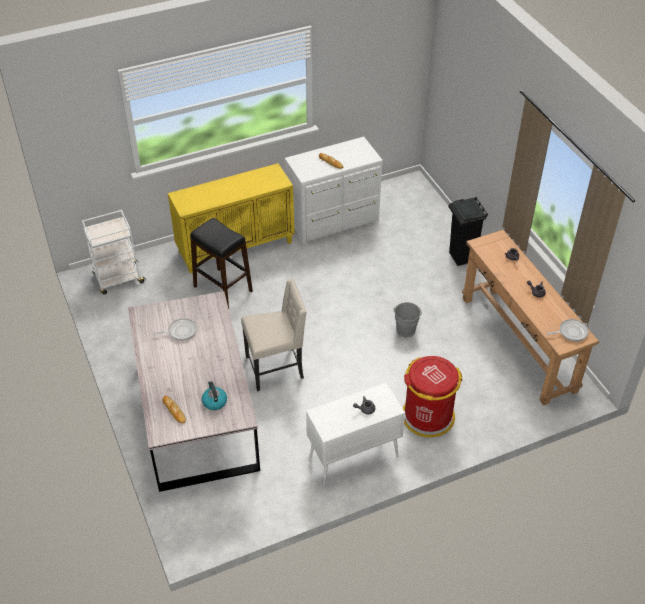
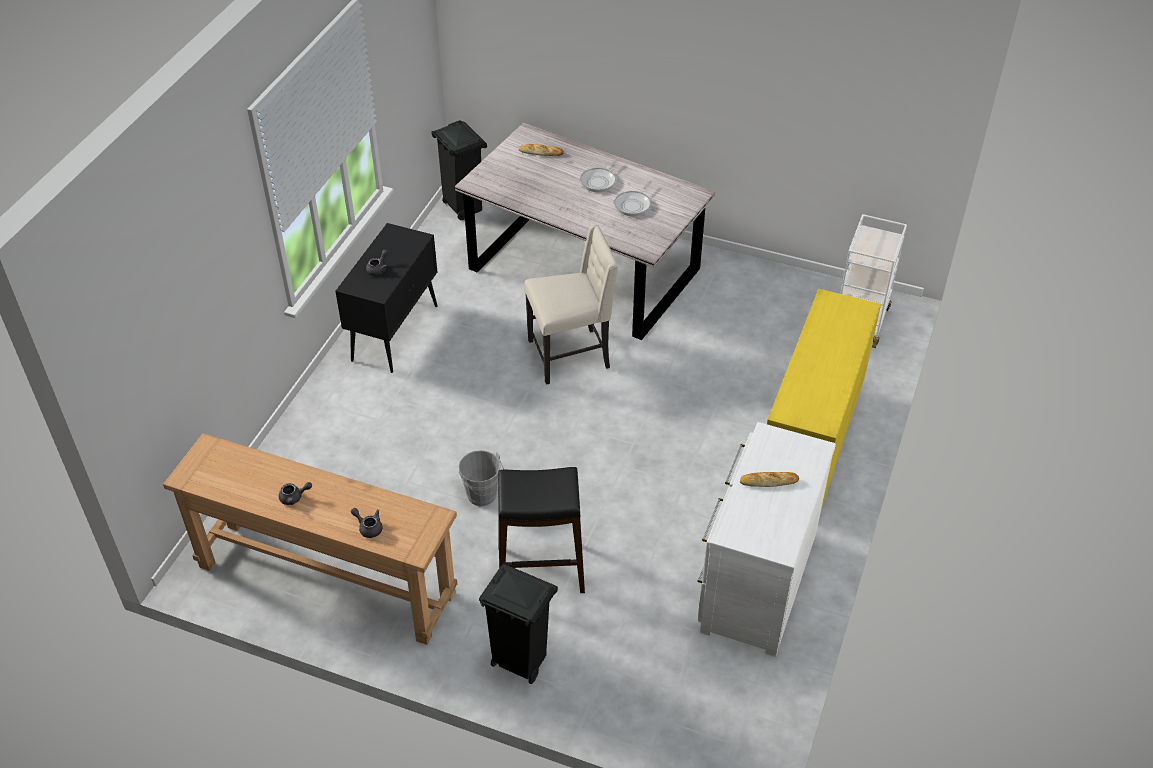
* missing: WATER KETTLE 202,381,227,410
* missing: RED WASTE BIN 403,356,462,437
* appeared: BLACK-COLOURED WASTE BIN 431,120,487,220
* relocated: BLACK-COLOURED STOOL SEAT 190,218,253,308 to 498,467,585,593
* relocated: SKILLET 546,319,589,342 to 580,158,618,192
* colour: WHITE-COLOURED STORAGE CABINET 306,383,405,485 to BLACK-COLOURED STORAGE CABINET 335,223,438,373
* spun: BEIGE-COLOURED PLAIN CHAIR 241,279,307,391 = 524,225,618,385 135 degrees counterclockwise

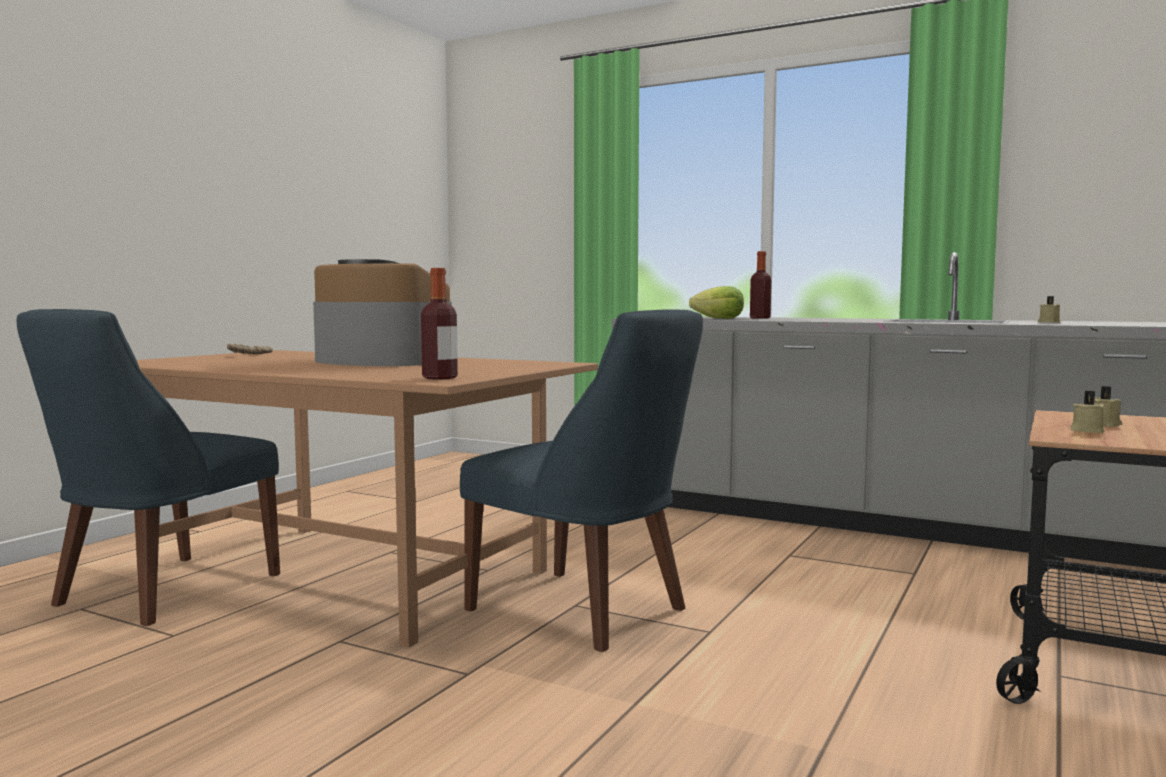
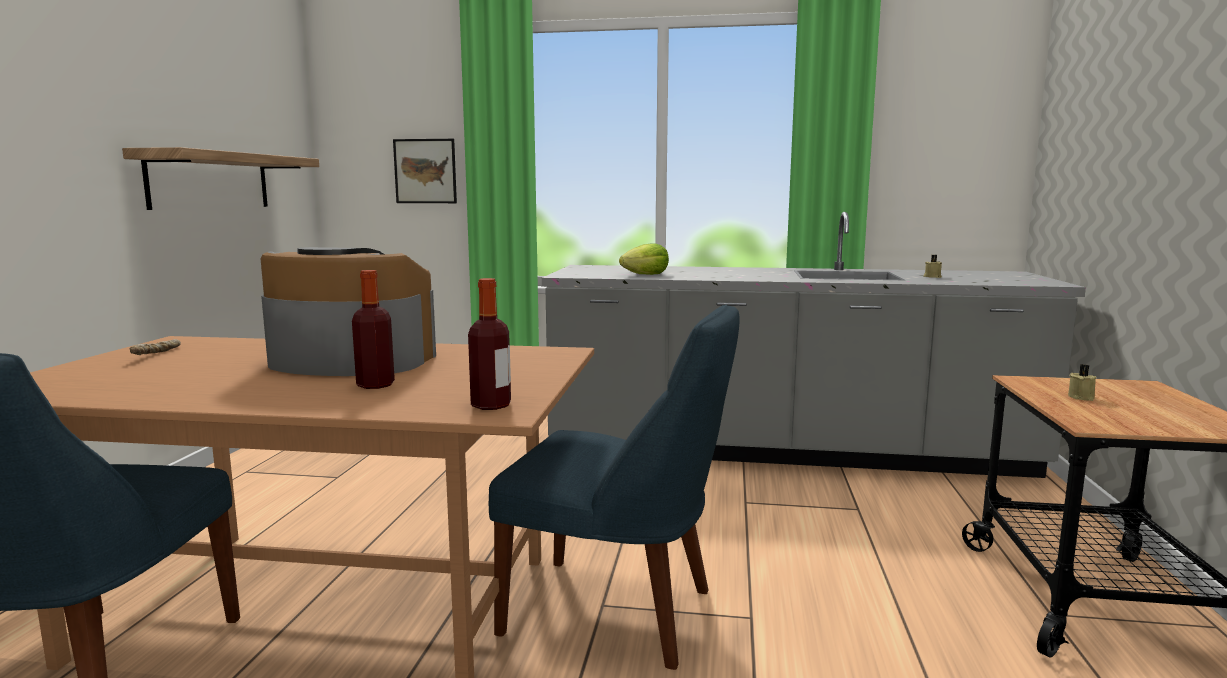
* missing: BEIGE-COLOURED WAX LIGHT 1071,391,1105,433
* appeared: SHELF 122,147,319,210
* appeared: WALL ART 393,139,457,203
* relocated: BEVERAGE BOTTLE 750,251,771,319 to 352,270,395,389

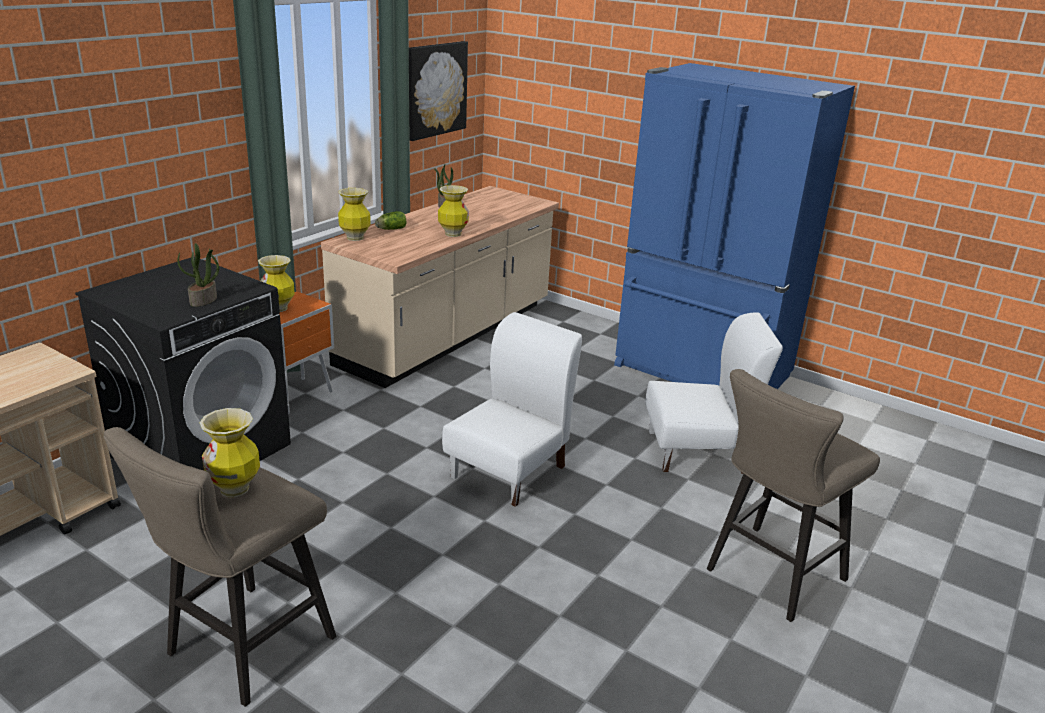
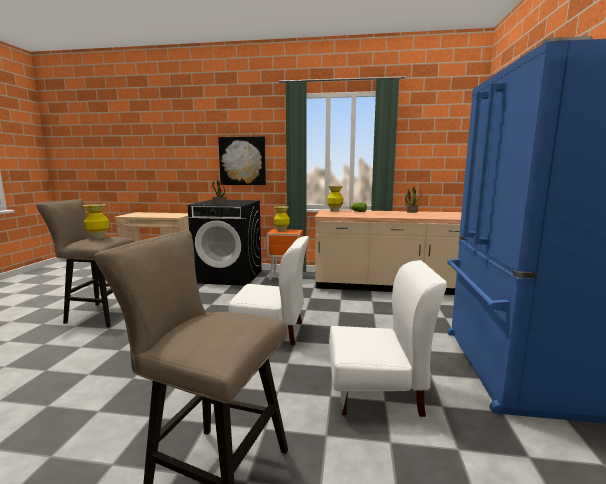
* missing: DECORATIVE VASE 438,185,469,237
* relocated: WALL ART 409,41,468,141 to 218,136,266,185
* spun: WHITE-COLOURED PLAIN CHAIR 646,312,783,474 = 329,260,447,417 60 degrees counterclockwise

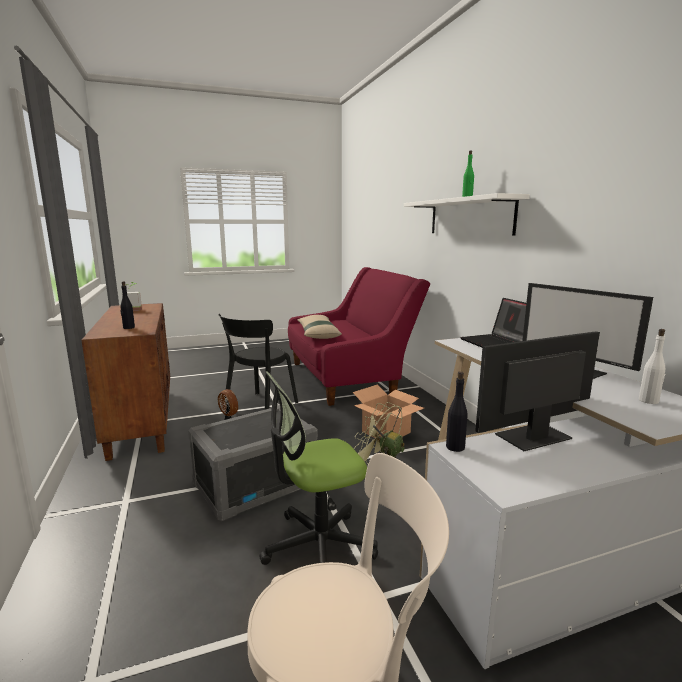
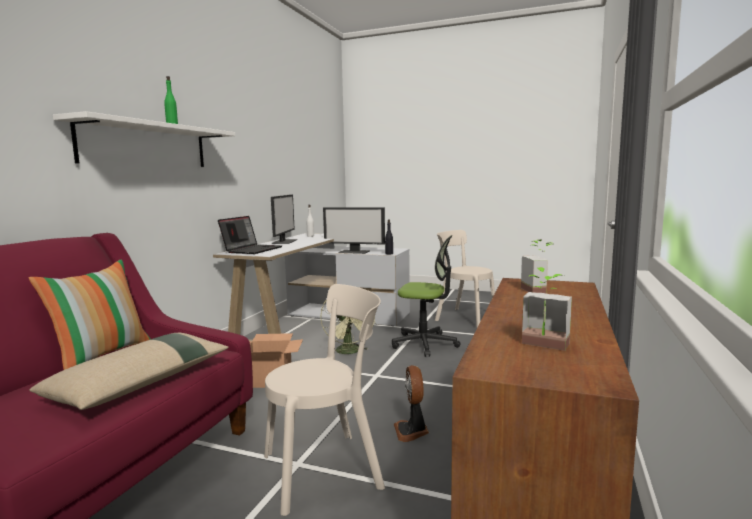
* missing: GRAY STORAGE BIN 188,405,318,521
* appeared: PILLOW 28,259,150,370
* exchanged: BLACK-COLOURED BEVERAGE BOTTLE 120,282,135,329 to POTTED PLANT 521,239,553,293
* colour: BLACK-COLOURED PLAIN CHAIR 218,314,298,409 to BEIGE-COLOURED PLAIN CHAIR 264,284,385,516

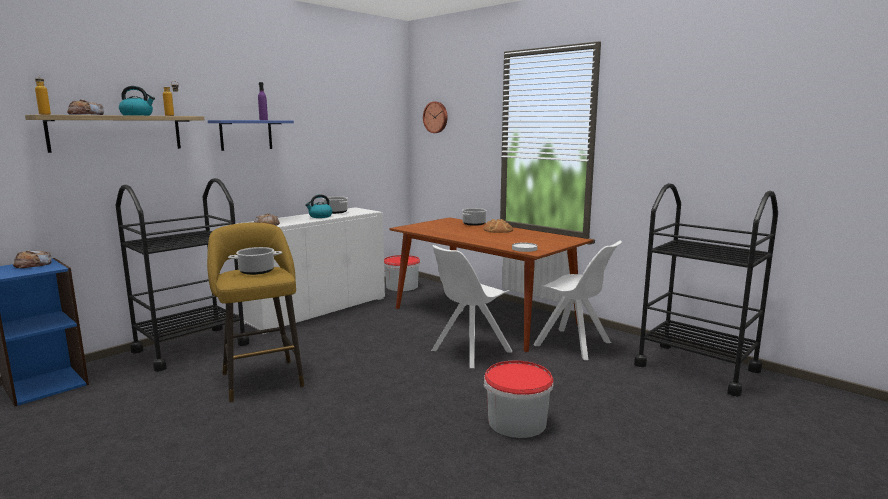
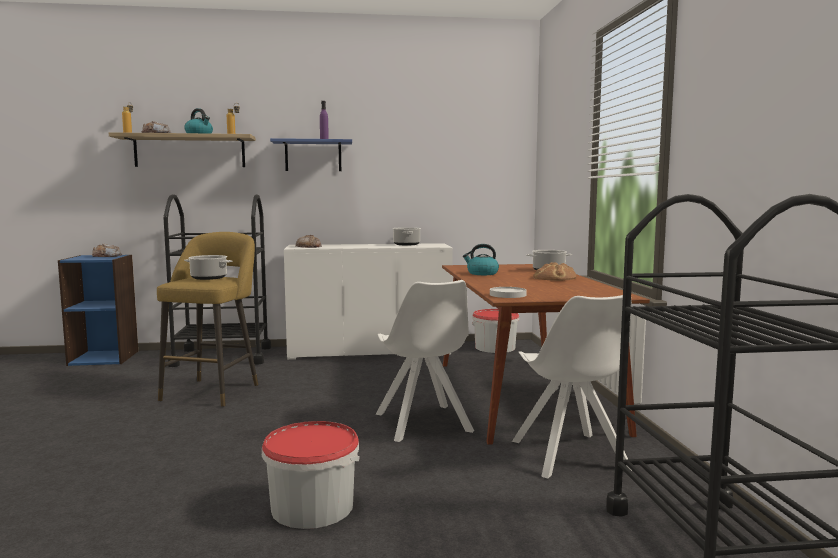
* missing: CLOCK ON THE WALL 423,102,447,133
* relocated: WATER KETTLE 305,194,332,218 to 463,244,499,275
* spun: WHITE-COLOURED PLAIN CHAIR 431,245,512,368 = 375,280,474,442 105 degrees counterclockwise

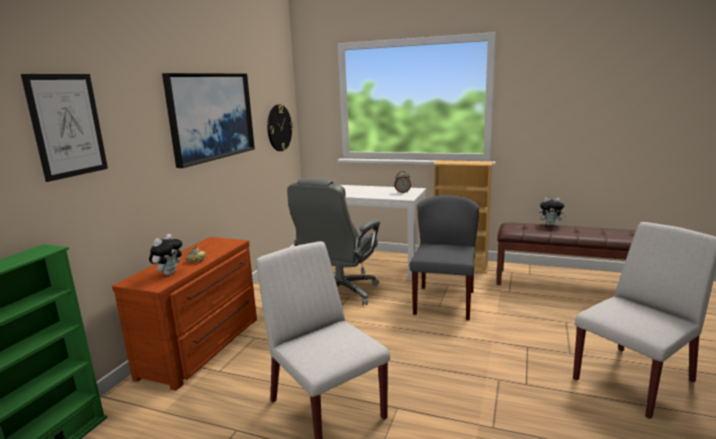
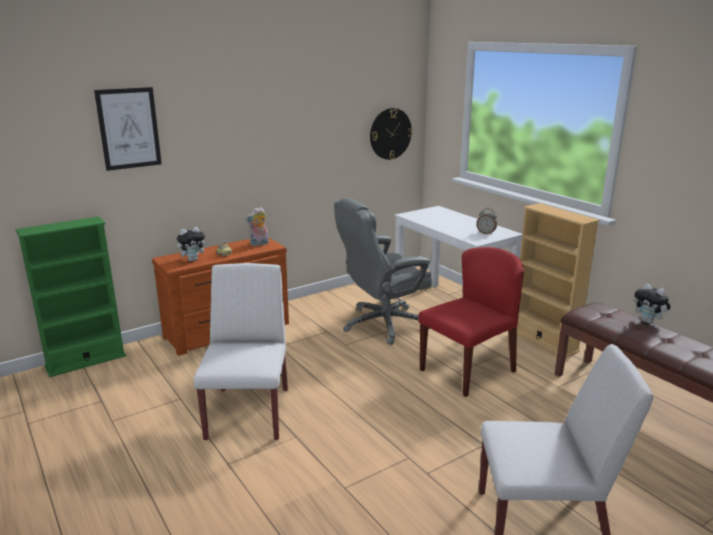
* missing: WALL ART 162,73,255,168
* appeared: CUDDLY TOY 245,207,269,246
* colour: GRAY PLAIN CHAIR 410,195,479,320 to RED PLAIN CHAIR 418,247,524,397

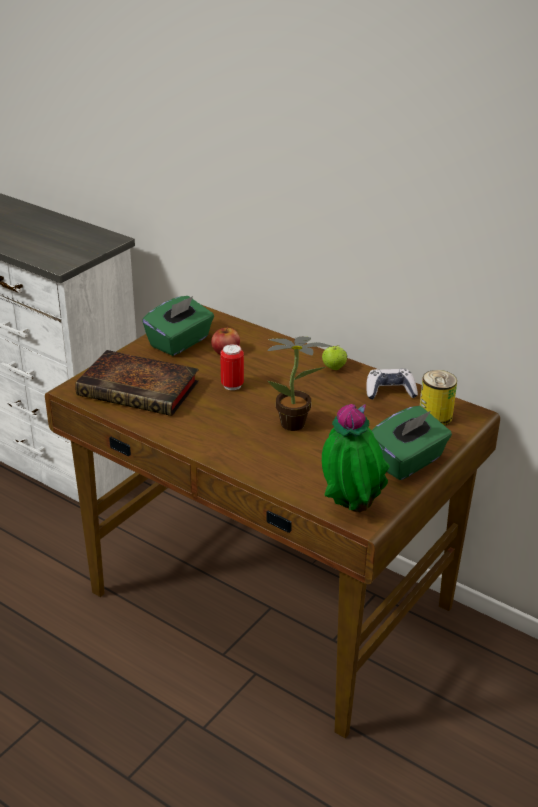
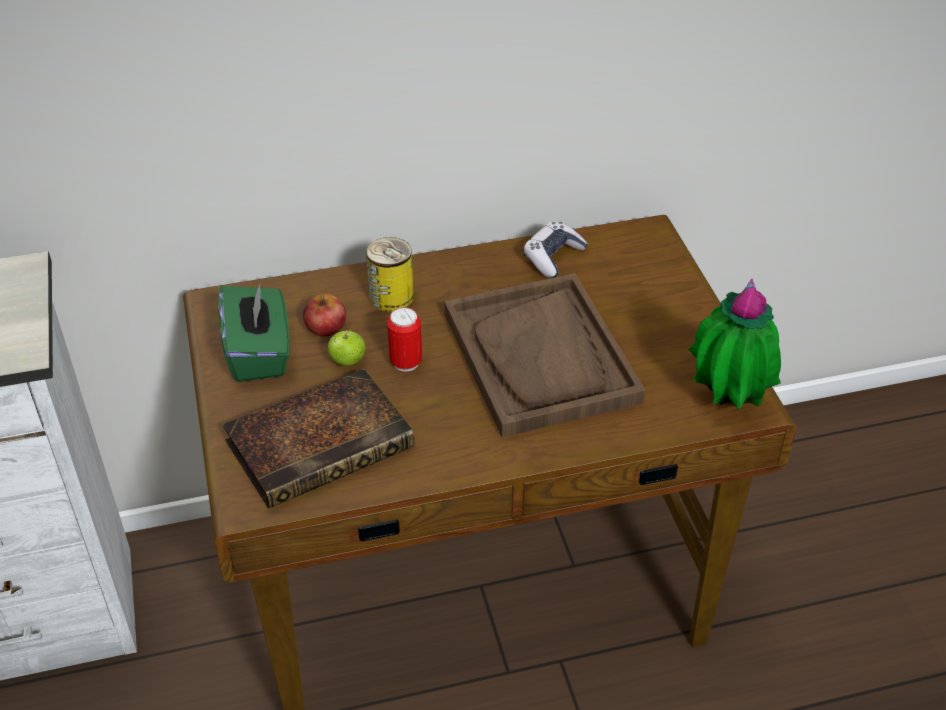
* missing: GREENISH TISSUE HOLDER 371,406,452,480
* relocated: WHOLE APPLE 322,345,347,370 to 328,329,365,366
* relocated: METAL CAN 420,370,457,426 to 366,237,414,312
* exchanged: POTTED PLANT 267,337,333,431 to BROWNISH TRAY 444,273,645,438

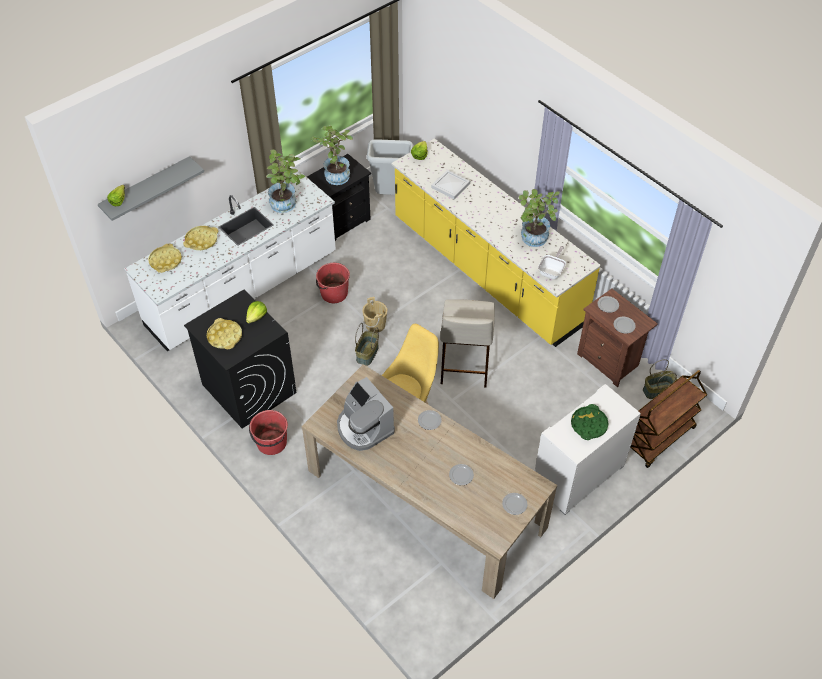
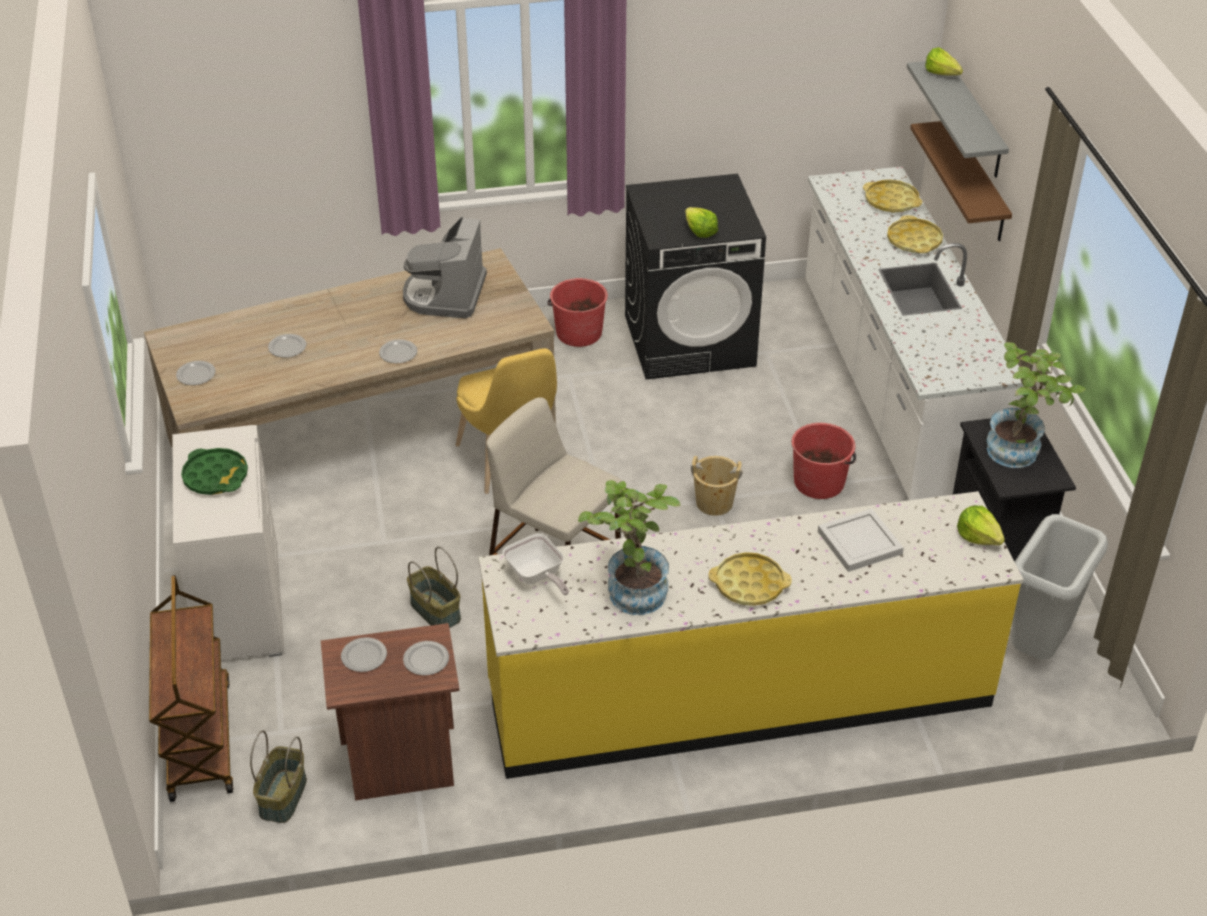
* missing: POTTED PLANT 266,150,305,213
* appeared: BROWNISH SHELF 910,121,1012,241
* relocated: YELLOW-COLOURED TRAY 207,318,242,349 to 709,552,792,606
* relocated: STORAGE BASKET 355,323,379,366 to 407,547,461,628
* spun: COFFEE MACHINE 337,377,395,451 = 403,217,487,319 75 degrees counterclockwise

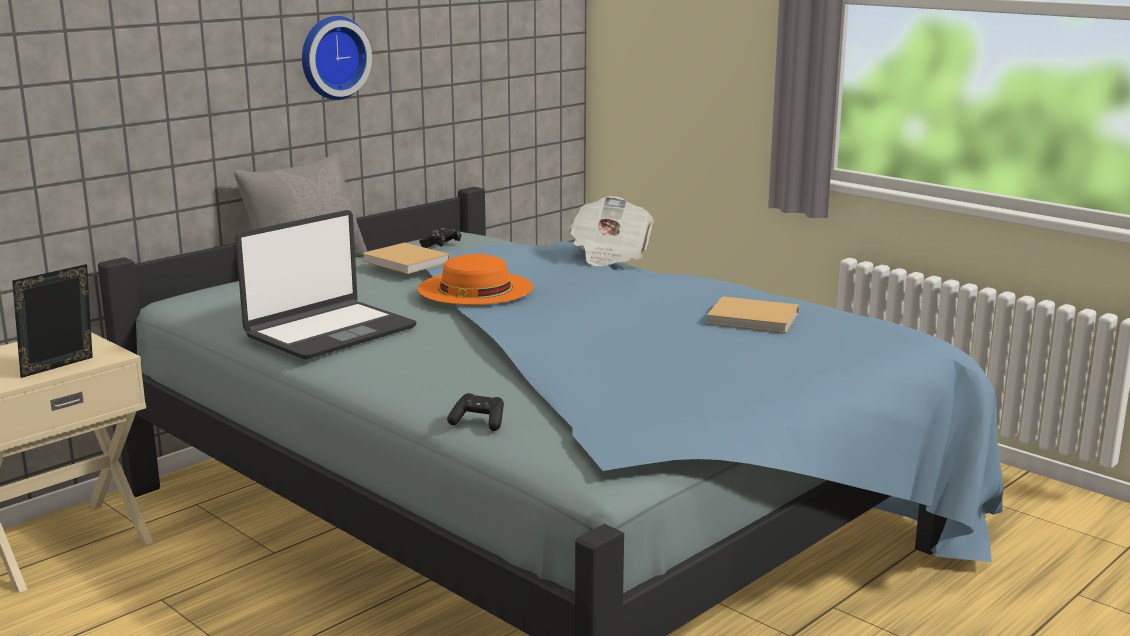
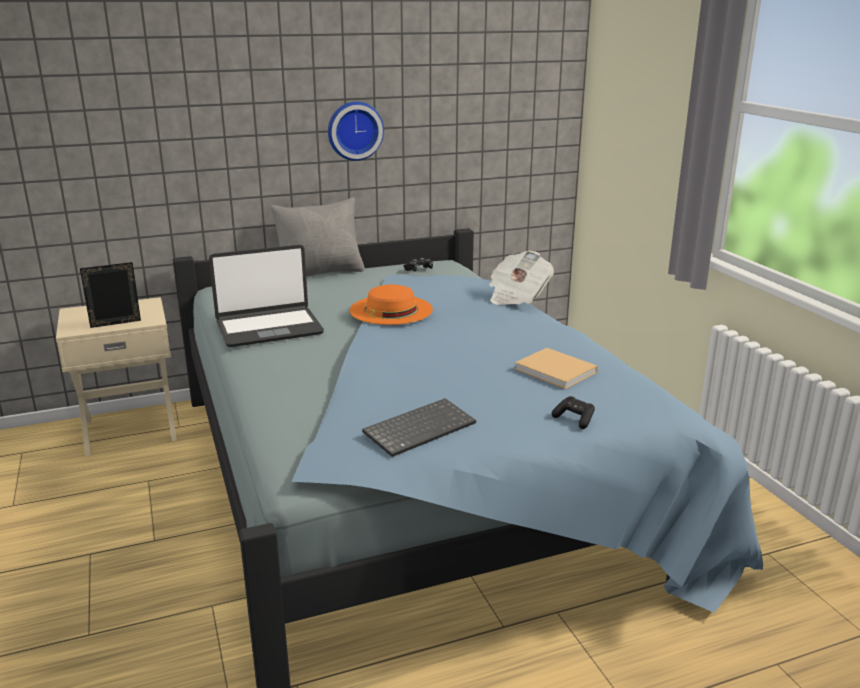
* missing: BEIGE-COLOURED BOOK 362,243,450,274
* appeared: COMPUTER KEYBOARD 362,398,476,457
* relocated: BLACK-COLOURED JOYPAD 447,393,504,431 to 552,396,595,429

